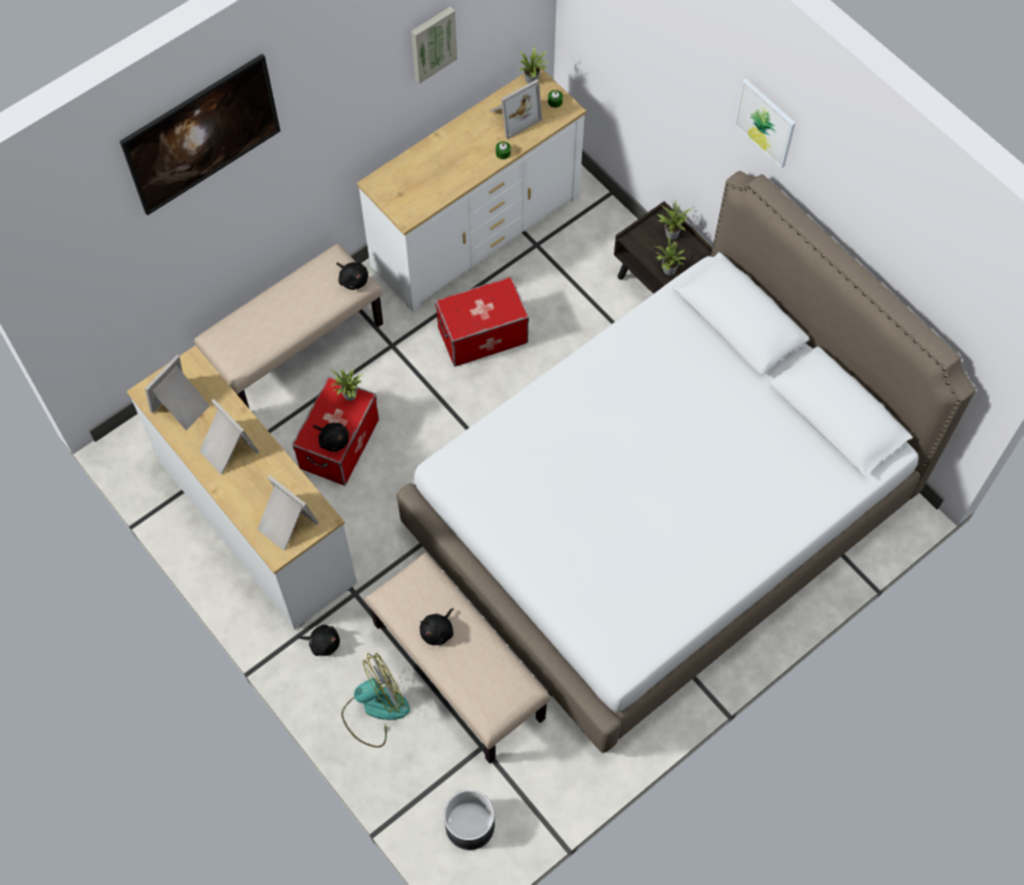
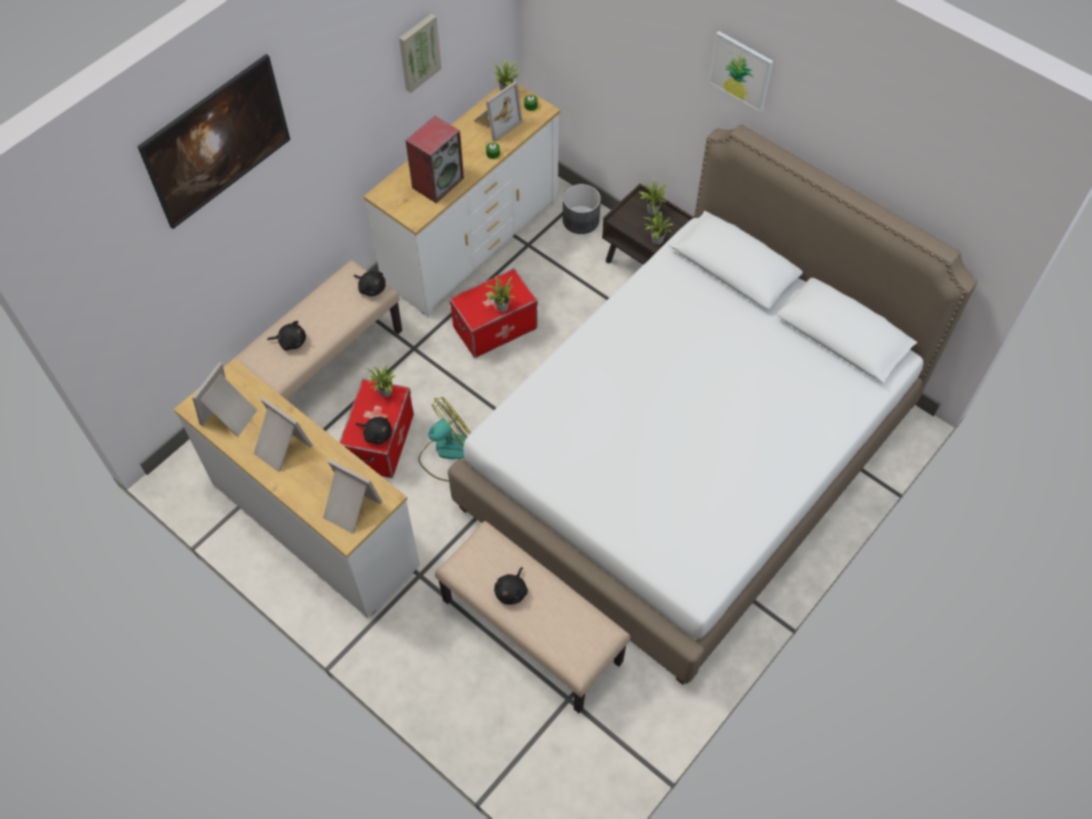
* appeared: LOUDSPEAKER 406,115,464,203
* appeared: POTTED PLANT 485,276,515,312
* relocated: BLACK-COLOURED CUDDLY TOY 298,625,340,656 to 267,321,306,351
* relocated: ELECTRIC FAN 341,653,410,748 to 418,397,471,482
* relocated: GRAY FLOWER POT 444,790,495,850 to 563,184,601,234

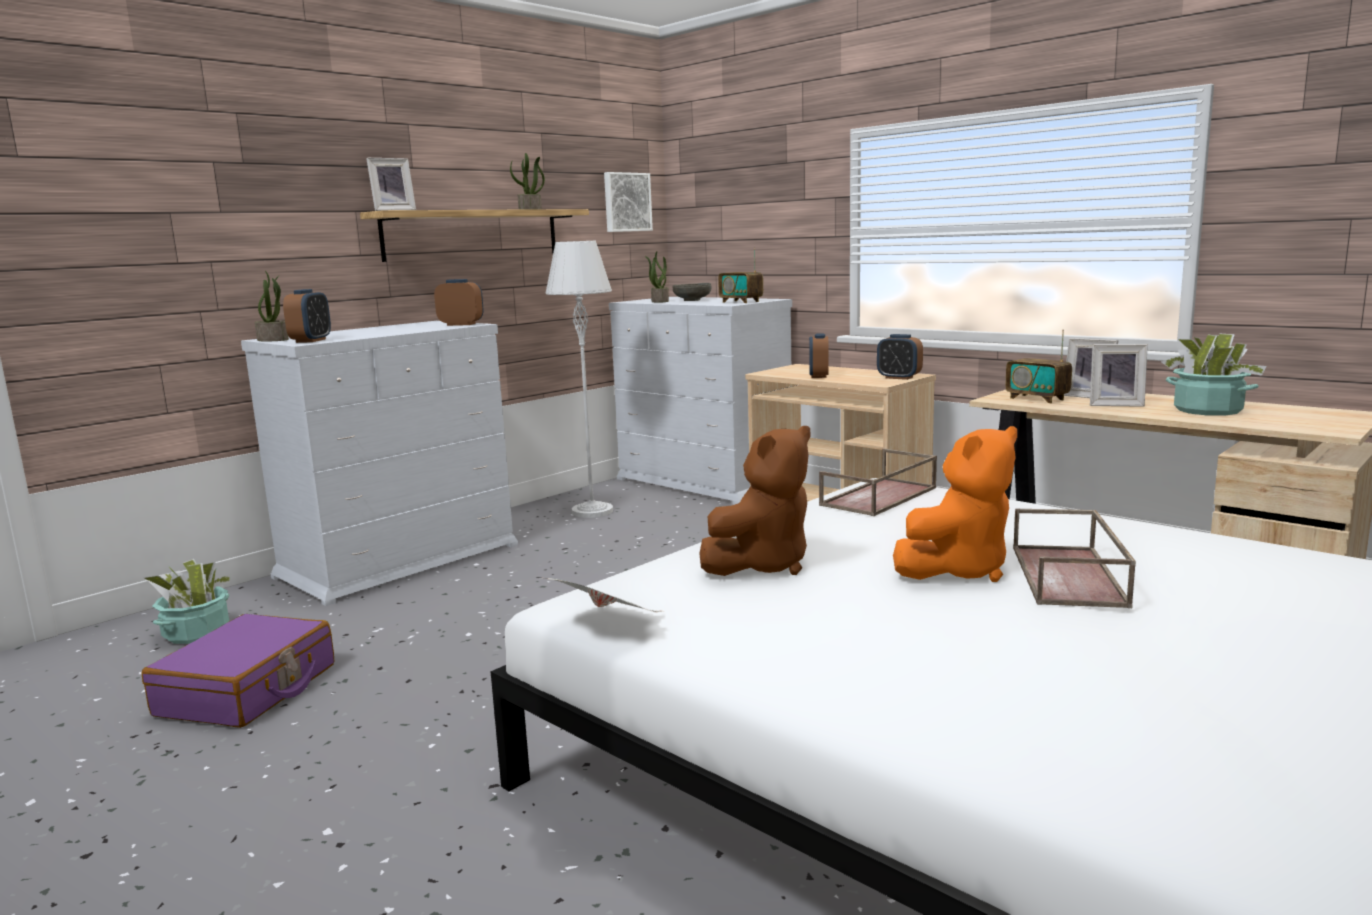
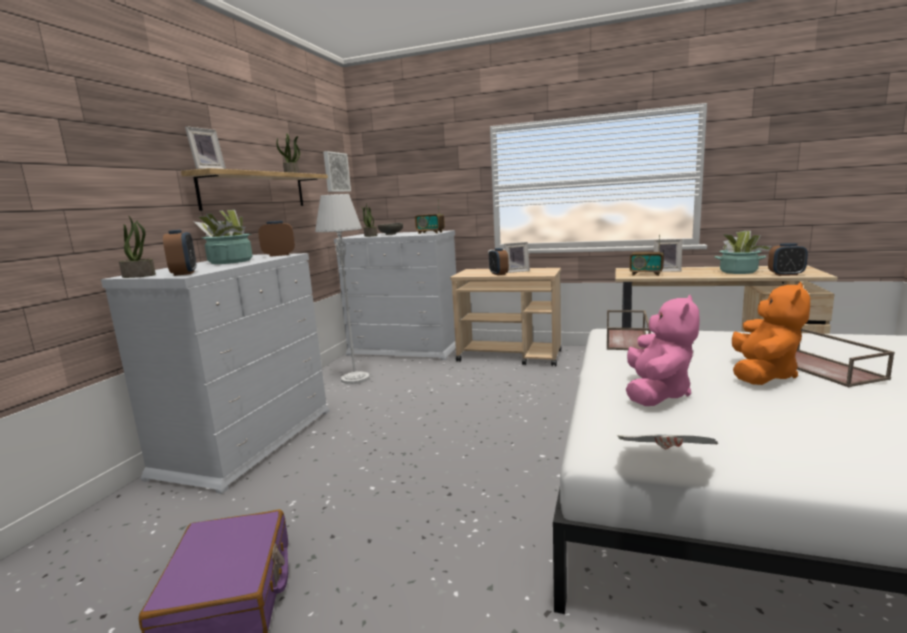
* relocated: POTTED PLANT 145,559,231,644 to 193,210,253,264
* relocated: TABLE CLOCK 877,334,923,380 to 768,243,808,276
* relocated: PICTURE FRAME 1090,344,1148,407 to 504,242,530,273
* colour: BROWNISH CUDDLY TOY 699,426,810,576 to PINK-COLOURED CUDDLY TOY 626,294,700,406

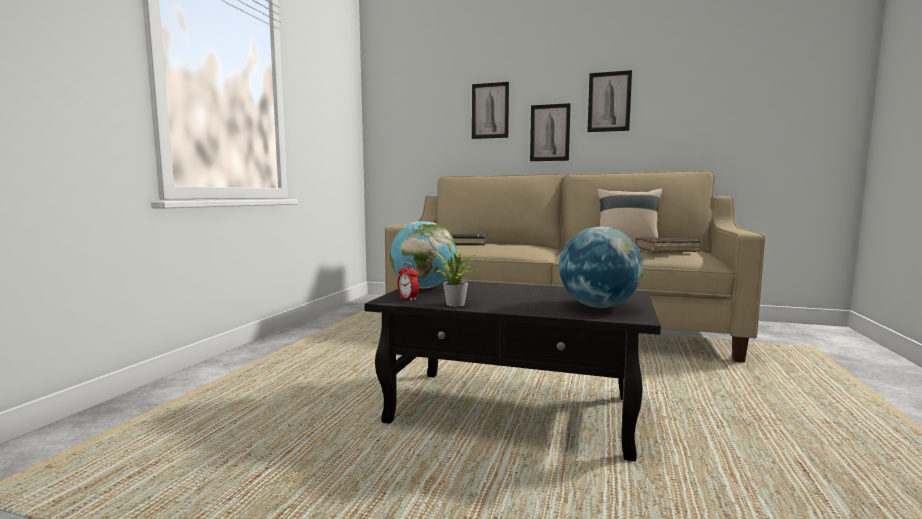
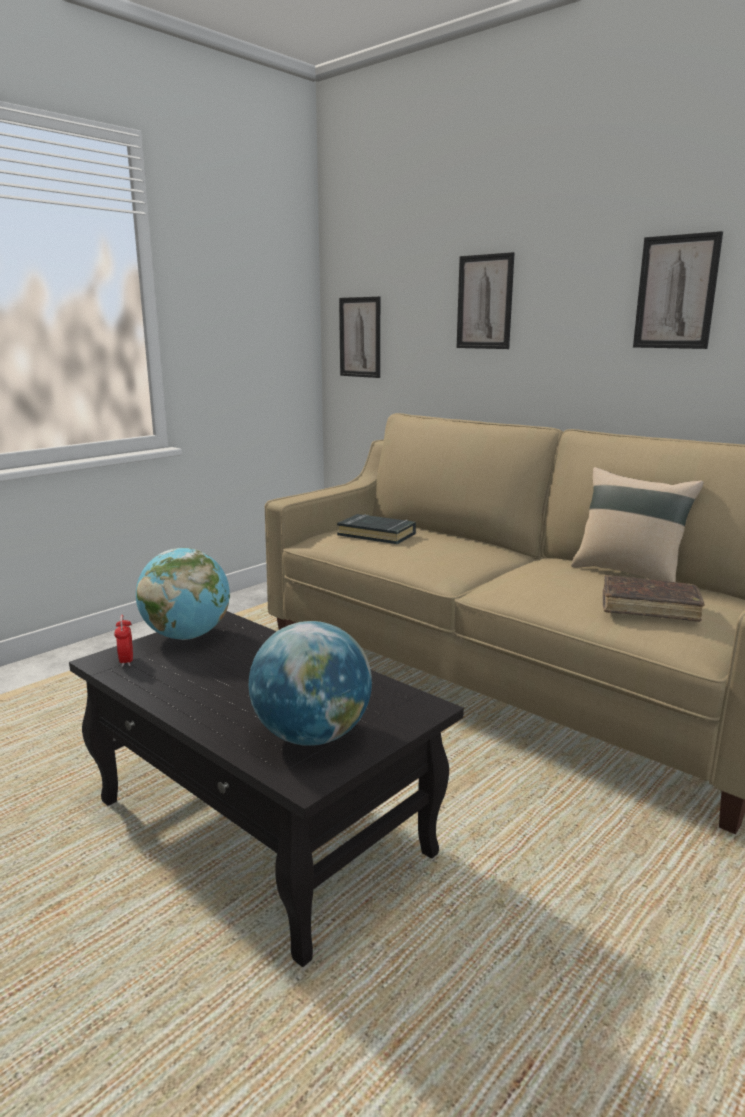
* missing: POTTED PLANT 436,248,480,307
* relocated: WALL ART 530,103,571,161 to 339,296,380,378

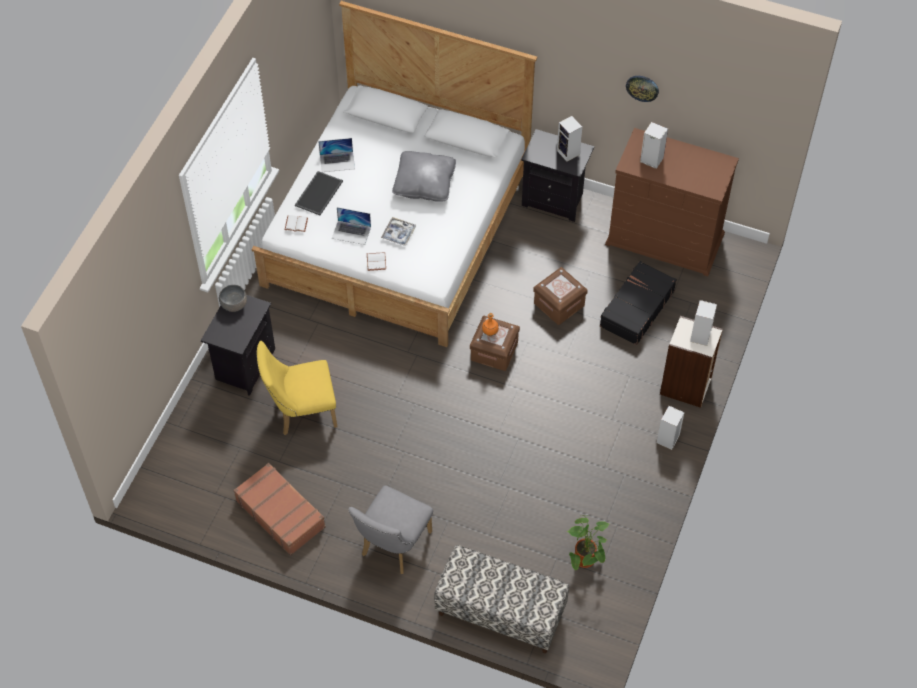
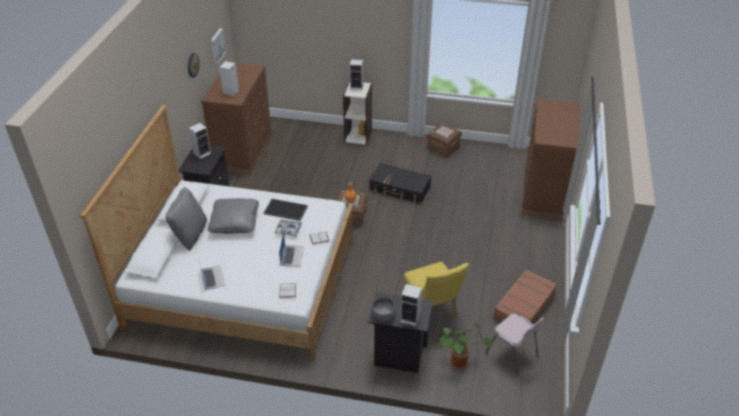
* missing: GRAY PLAIN CHAIR 348,485,433,574
* appeared: GRAY PILLOW 165,187,207,251
* appeared: WALL ART 211,28,226,64
* appeared: PINK-COLOURED PLAIN CHAIR 485,314,544,376
* relocated: TRAY 295,171,343,215 to 263,199,308,221
* relocated: BROWNISH STORAGE BIN 533,267,588,325 to 427,123,462,157
* relocated: POTTED PLANT 567,515,609,570 to 438,323,492,369
* relocated: BLACK-COLOURED TRAVEL CASE 600,261,677,345 to 369,163,431,204
* relocated: LOUDSPEAKER 657,406,685,450 to 400,284,422,326
* exchanged: LONG SEAT 434,545,569,653 to BROWNISH DRESSER 522,99,581,220

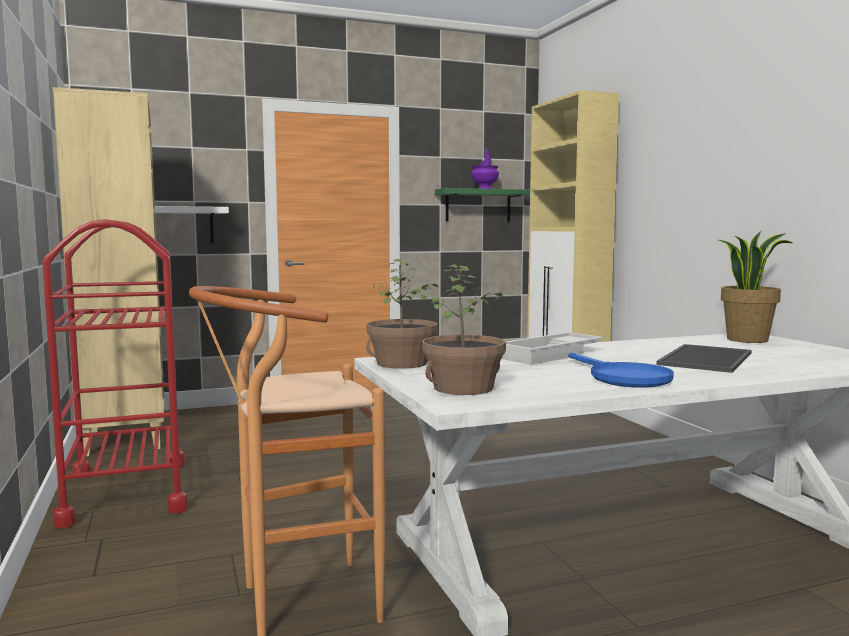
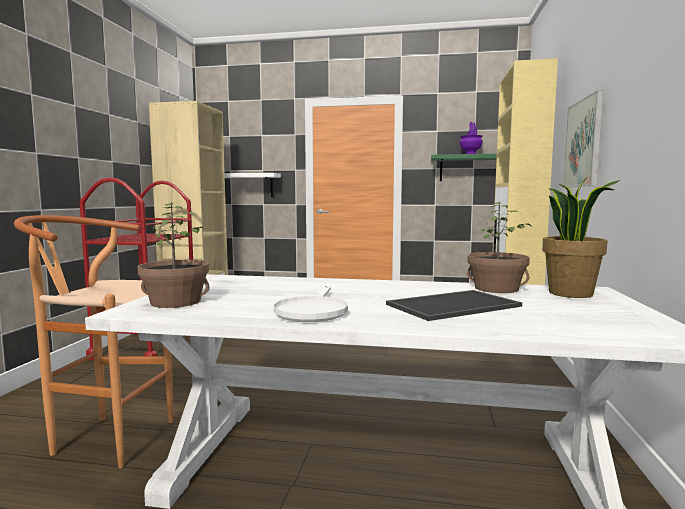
* missing: WHITE-COLOURED TRAY 502,332,604,365
* appeared: WALL ART 563,90,603,187
* relocated: POTTED PLANT 366,258,439,369 to 467,202,531,293
* colour: BLUE SKILLET 569,352,674,388 to WHITE-COLOURED SKILLET 273,285,348,322

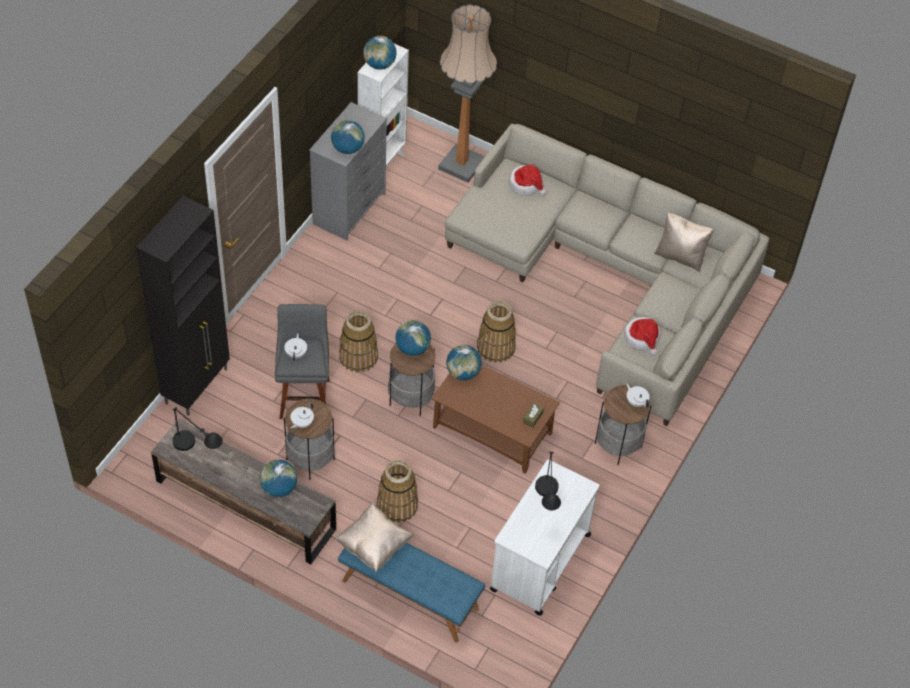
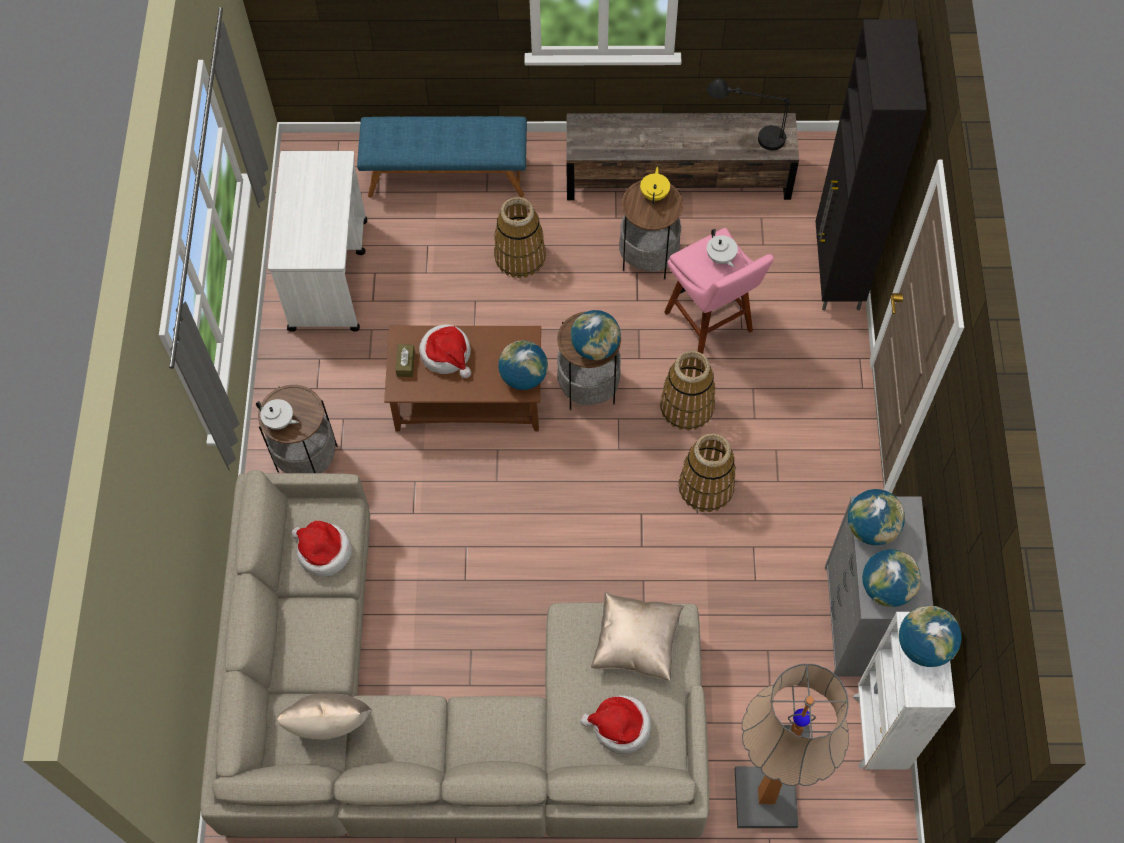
* missing: BLACK-COLOURED TABLETOP LAMP 535,452,561,510
* appeared: CLOTHING HAT 419,325,471,378
* relocated: DESK GLOBE 260,460,297,497 to 862,549,921,607
* relocated: BEIGE-COLOURED PILLOW 333,502,414,572 to 591,592,684,681
* relocated: STORAGE BASKET 477,301,516,363 to 679,433,736,512
* colour: GRAY STOOL SEAT 275,304,330,419 to PINK-COLOURED STOOL SEAT 664,228,774,354
* colour: WHITE-COLOURED POT FOR TEA 290,403,314,428 to YELLOW-COLOURED POT FOR TEA 640,167,670,204

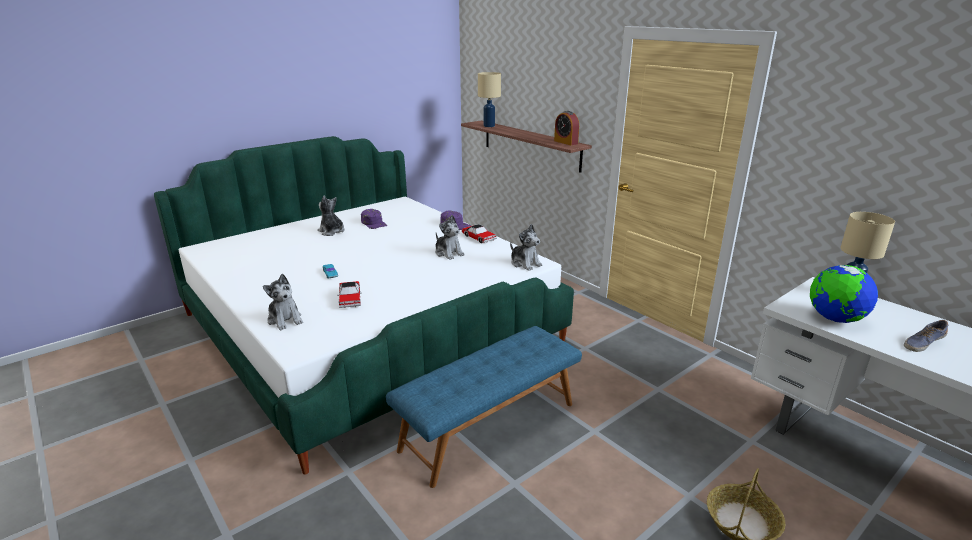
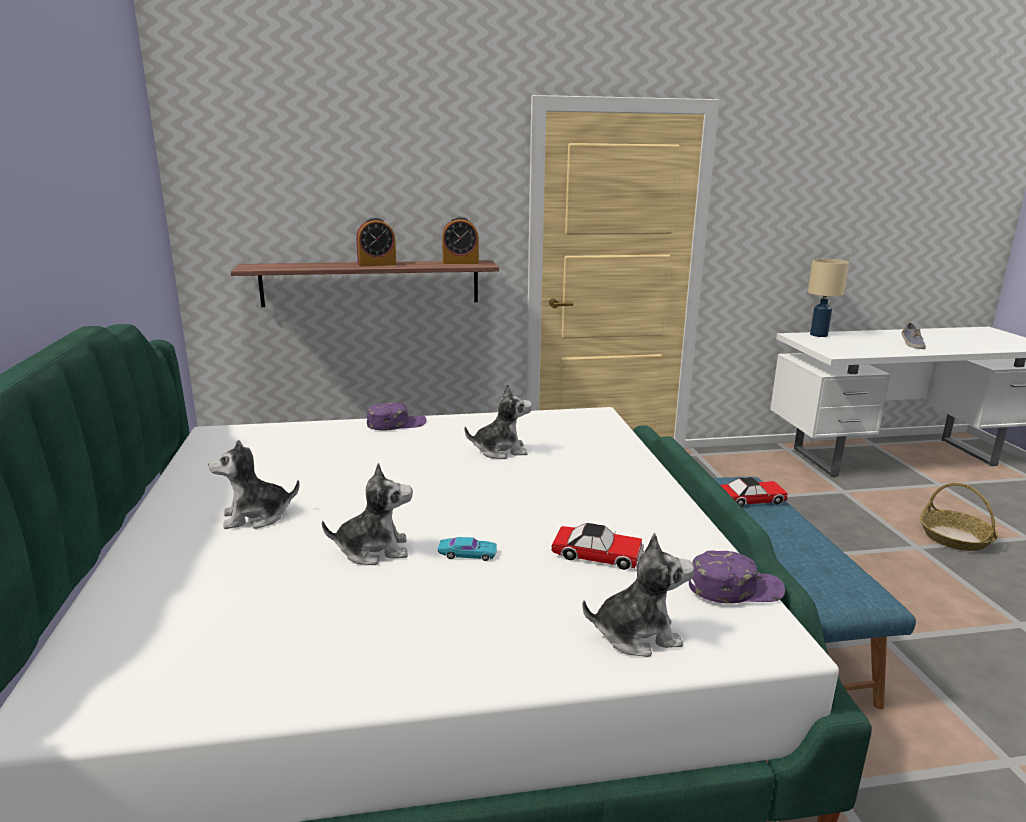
* missing: BEIGE-COLOURED TABLETOP LAMP 478,72,501,127
* missing: DESK GLOBE 810,265,878,323
* appeared: TABLE CLOCK 356,217,396,266
* relocated: PURPLISH CAP 361,209,387,229 to 689,551,785,603
* relocated: TOY CAR 462,224,497,243 to 720,477,789,507
* relocated: CUDDLY TOY 510,224,542,271 to 322,463,413,565

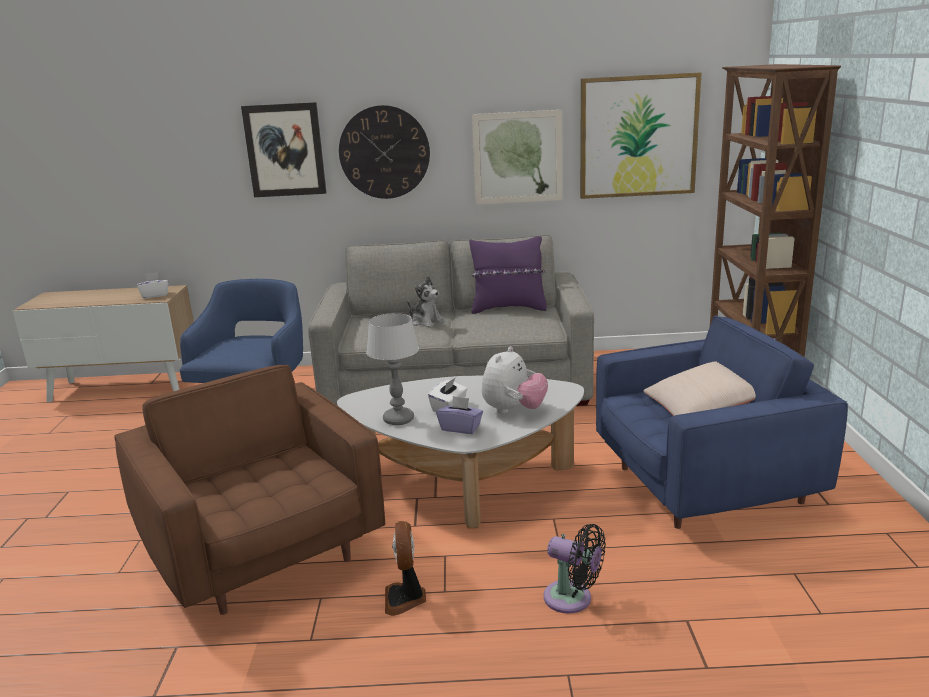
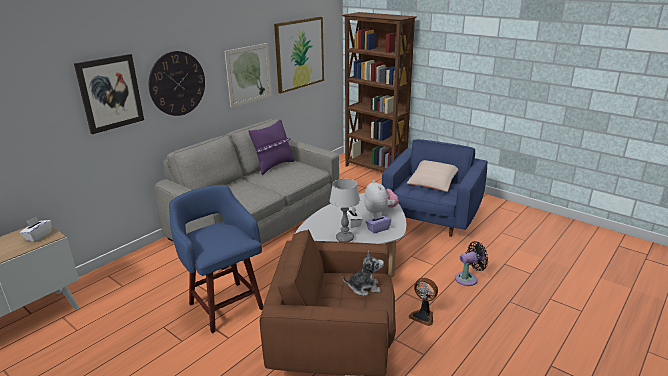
* relocated: CUDDLY TOY 407,276,445,328 to 343,251,384,296

